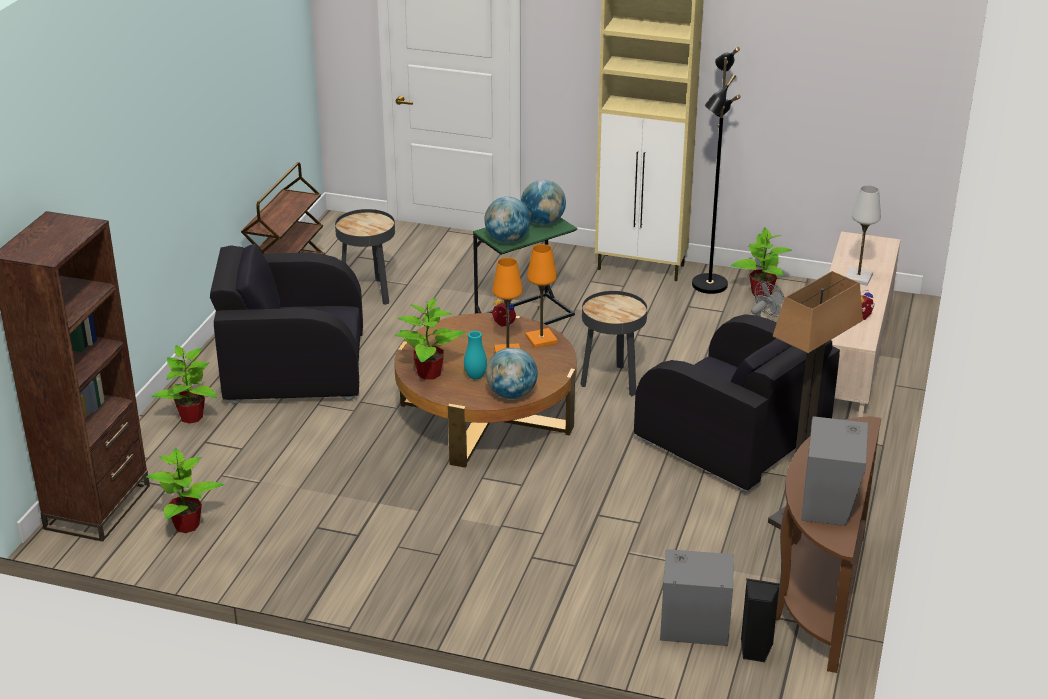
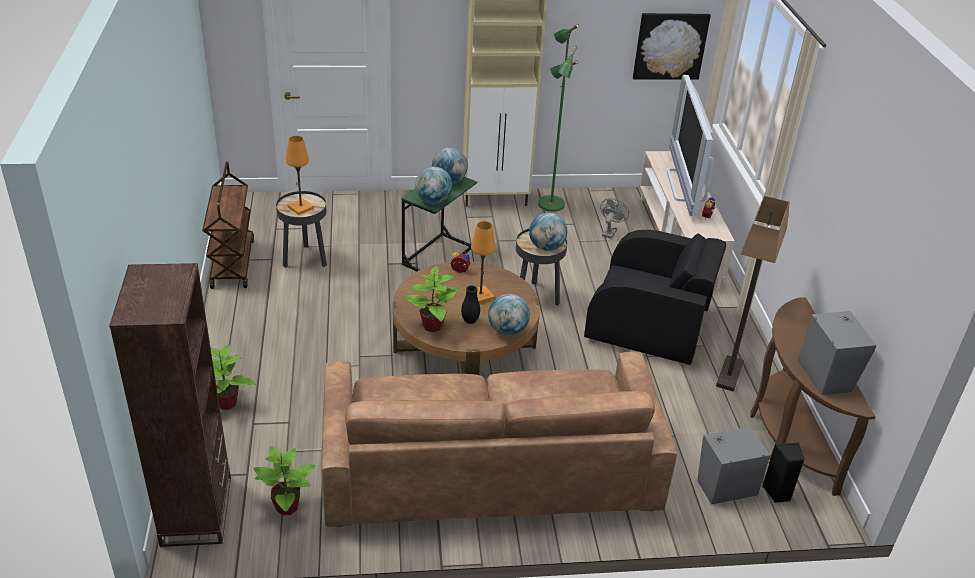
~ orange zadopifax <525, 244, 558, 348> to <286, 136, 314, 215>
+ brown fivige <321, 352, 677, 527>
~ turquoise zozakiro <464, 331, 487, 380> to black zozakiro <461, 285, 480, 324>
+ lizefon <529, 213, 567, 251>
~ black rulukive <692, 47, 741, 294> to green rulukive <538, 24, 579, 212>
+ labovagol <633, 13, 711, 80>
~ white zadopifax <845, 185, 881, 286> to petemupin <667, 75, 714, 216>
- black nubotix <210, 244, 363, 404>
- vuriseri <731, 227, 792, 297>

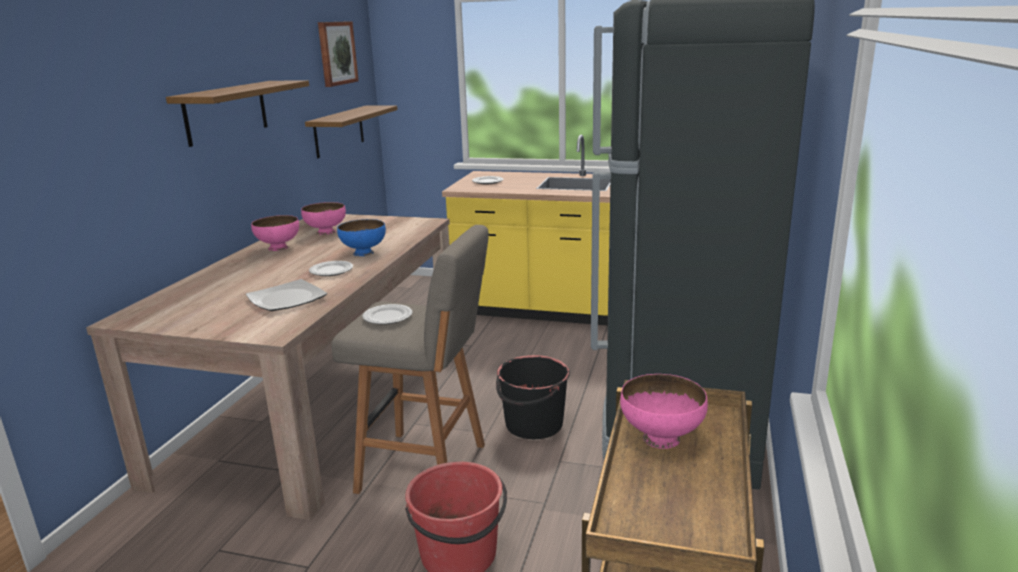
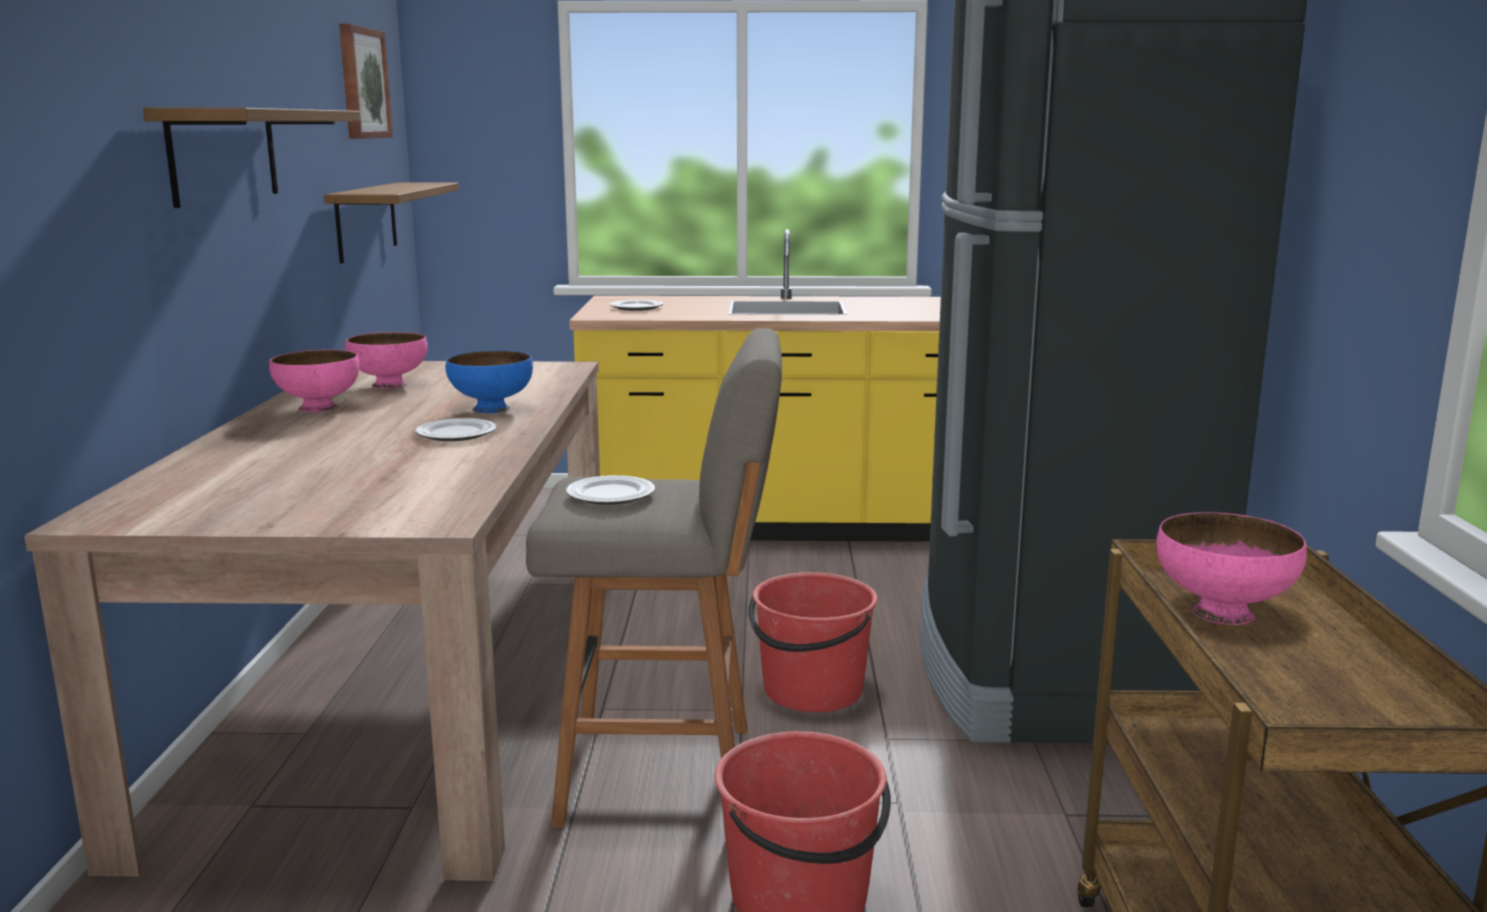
~ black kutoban <496, 355, 570, 439> to red kutoban <748, 572, 878, 712>
- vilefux <246, 279, 327, 311>

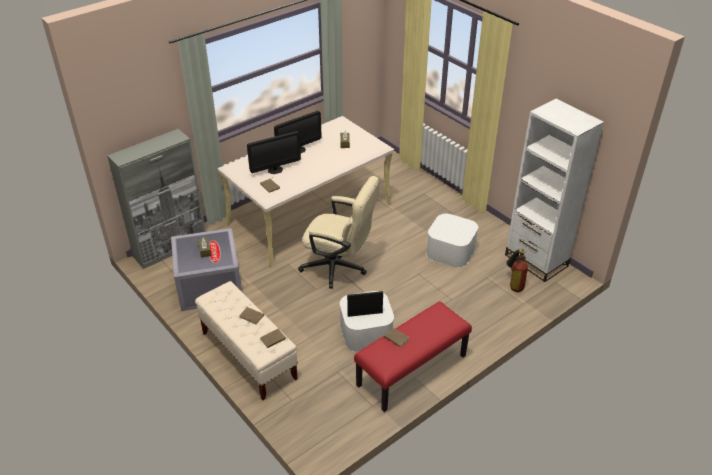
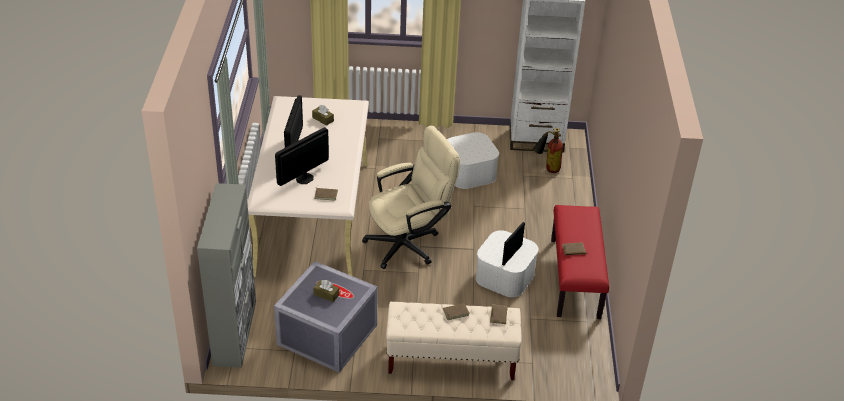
~ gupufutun <247, 131, 301, 174> = <275, 127, 329, 186> 150 degrees counterclockwise

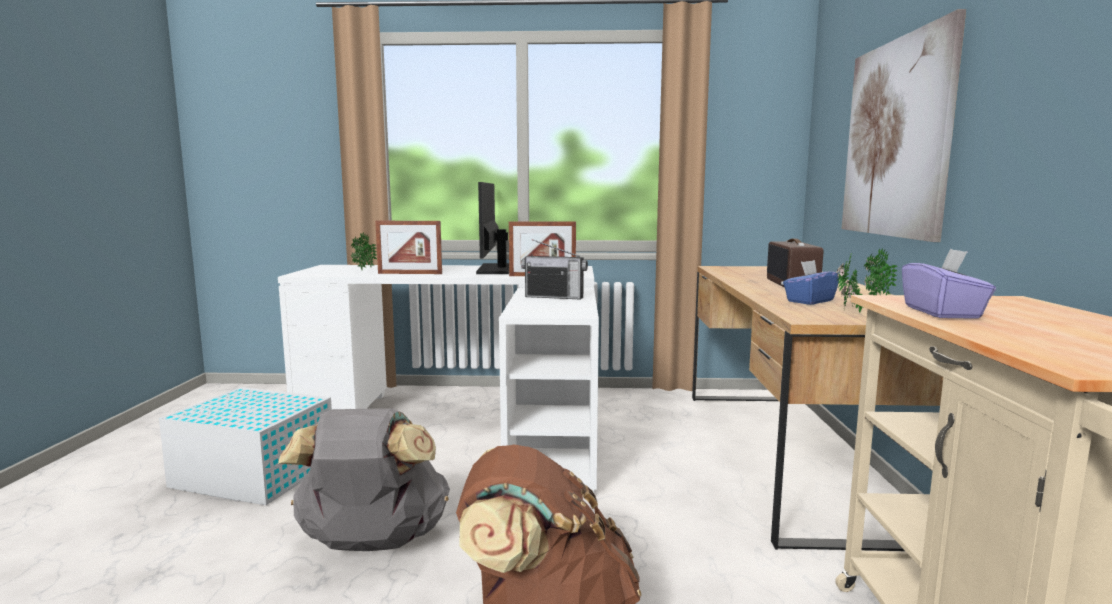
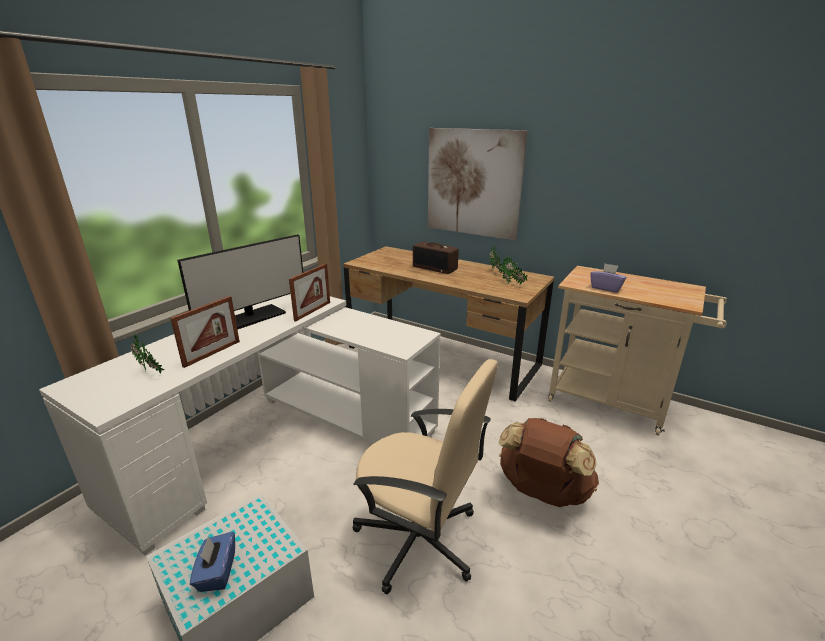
~ gupufutun <476, 182, 509, 274> = <177, 234, 303, 330> 75 degrees counterclockwise
~ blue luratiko <783, 260, 840, 305> to <190, 531, 235, 592>
~ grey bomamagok <278, 408, 450, 551> to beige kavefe <352, 359, 498, 594>
- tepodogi <521, 239, 588, 299>

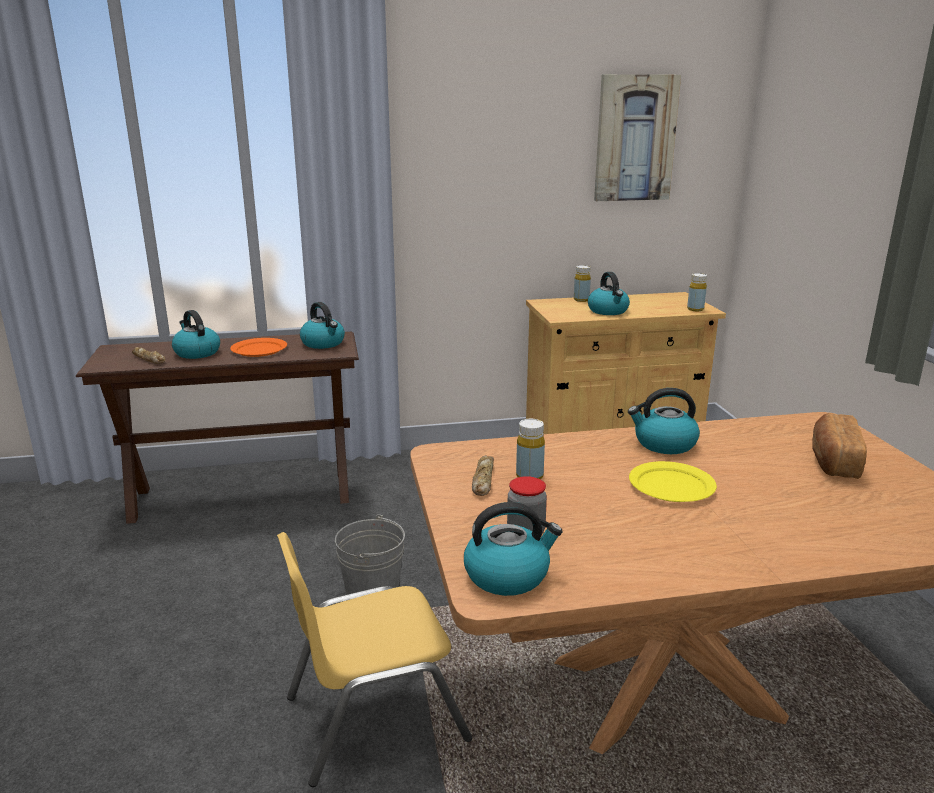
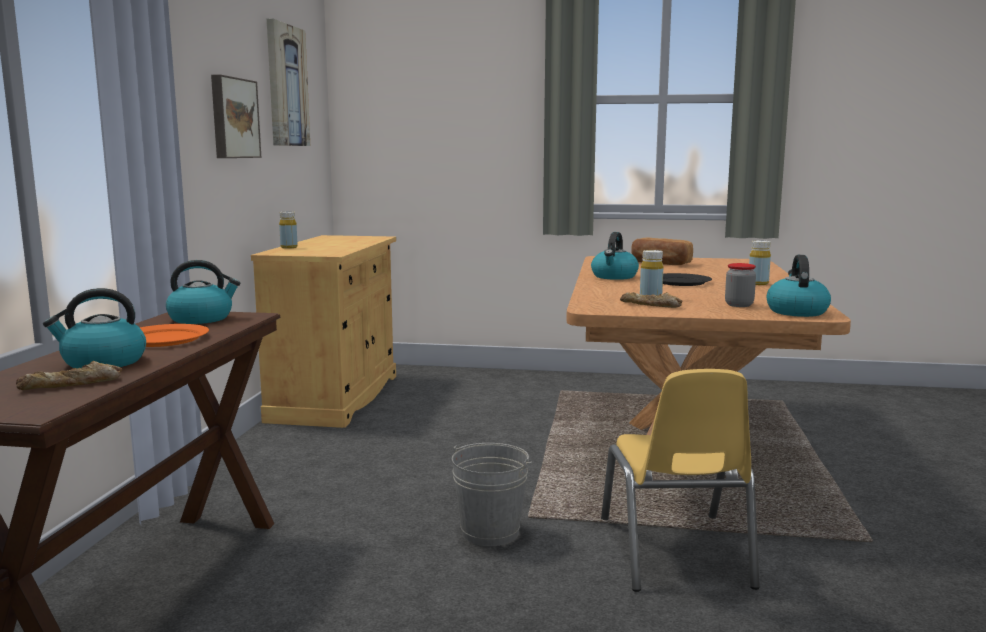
+ labovagol <211, 75, 261, 158>
~ yellow vilefux <629, 461, 717, 502> to black vilefux <663, 273, 712, 286>
~ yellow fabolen <687, 273, 707, 311> to <749, 240, 771, 285>
- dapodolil <588, 272, 630, 315>

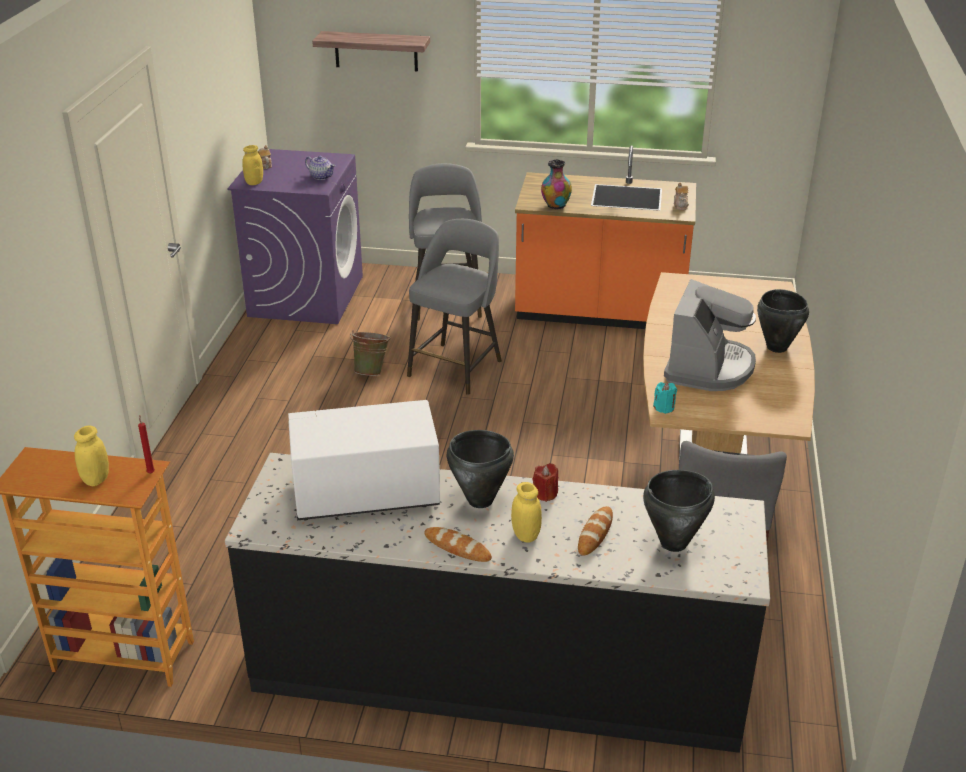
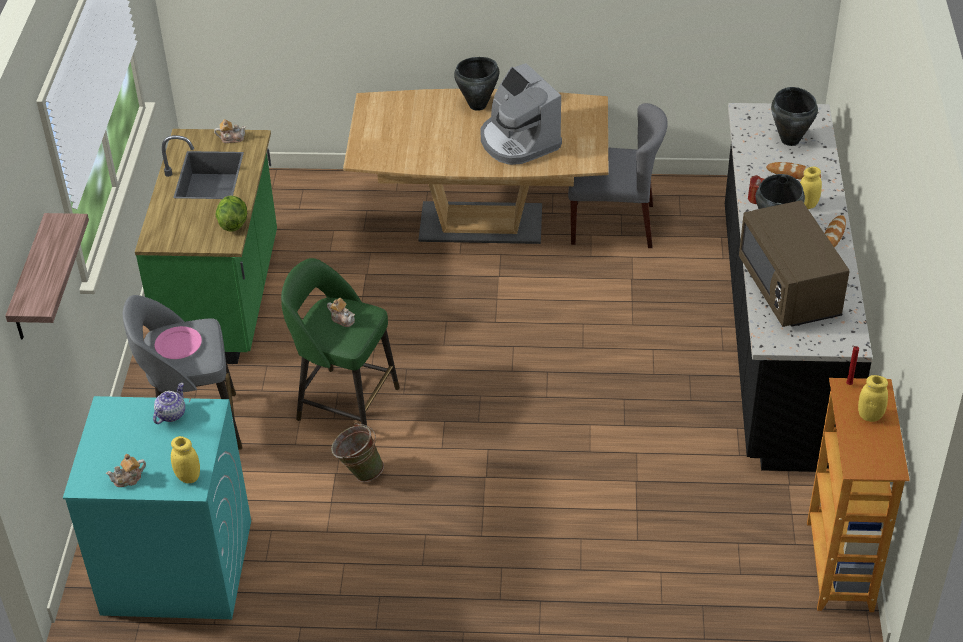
~ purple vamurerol <227, 149, 363, 324> to turquoise vamurerol <63, 396, 251, 619>
~ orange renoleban <515, 145, 696, 329> to green renoleban <135, 129, 277, 364>
+ pink vilefux <155, 326, 202, 359>
~ zozakiro <541, 160, 572, 209> to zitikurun <216, 196, 247, 232>
~ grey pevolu <407, 219, 502, 395> to green pevolu <281, 258, 400, 427>
+ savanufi <327, 298, 355, 327>
~ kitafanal <664, 279, 756, 391> = <480, 63, 562, 165> 135 degrees counterclockwise
~ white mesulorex <288, 400, 440, 521> to brown mesulorex <739, 200, 850, 327>
- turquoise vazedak <653, 382, 677, 414>

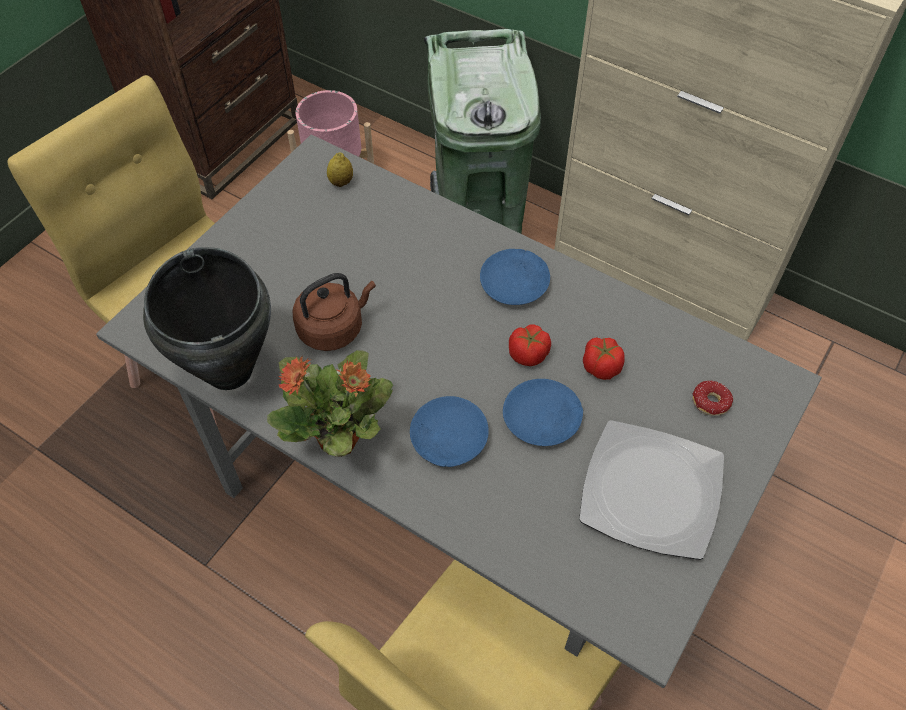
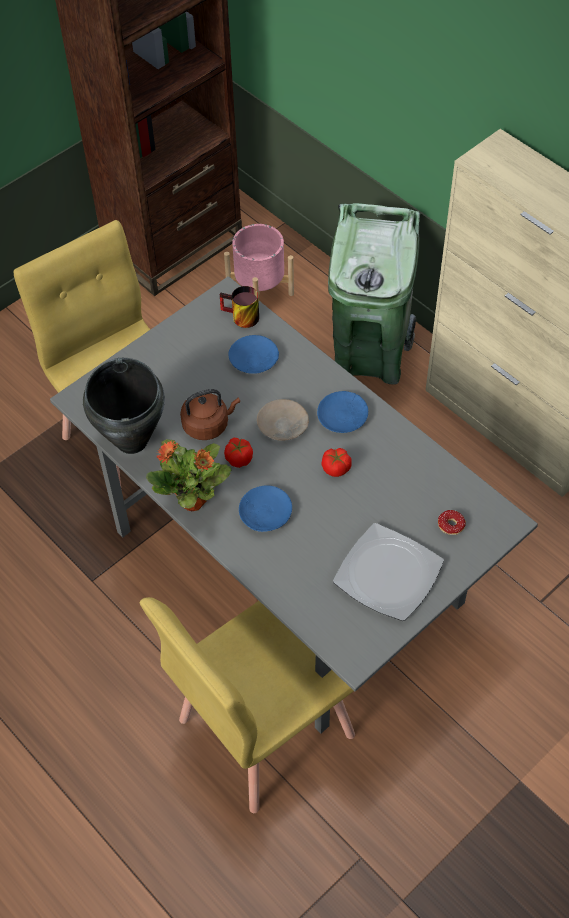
~ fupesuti <327, 152, 353, 187> to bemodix <220, 286, 259, 328>
~ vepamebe <583, 337, 625, 380> to <224, 438, 253, 468>
~ blue vilefux <503, 379, 583, 446> to <228, 335, 279, 374>
+ beige vilefux <257, 399, 309, 441>

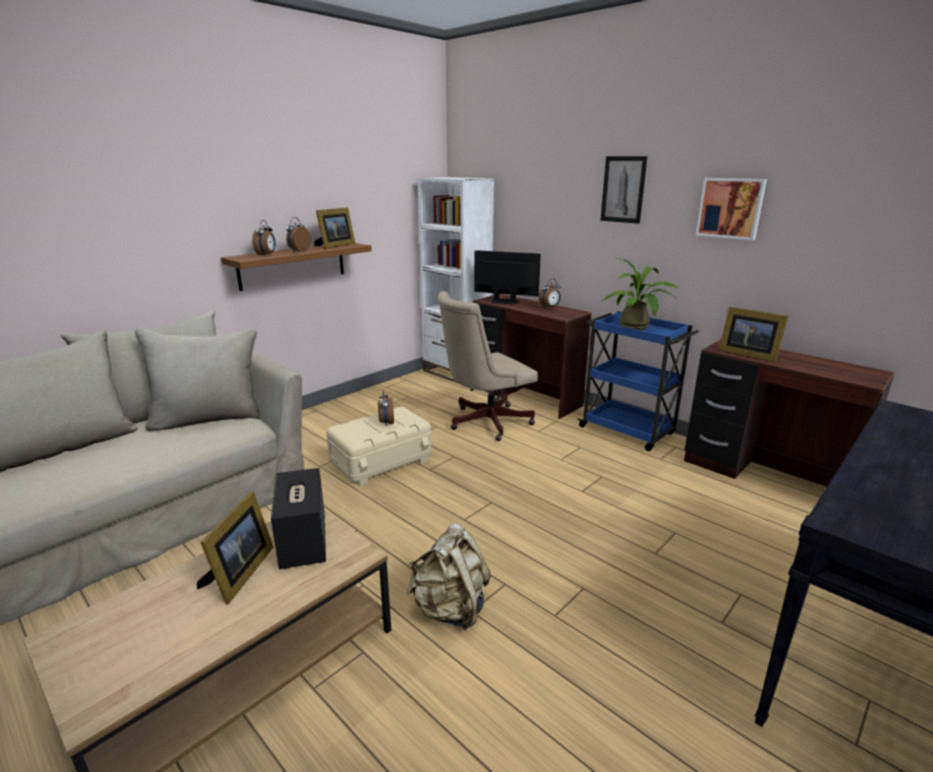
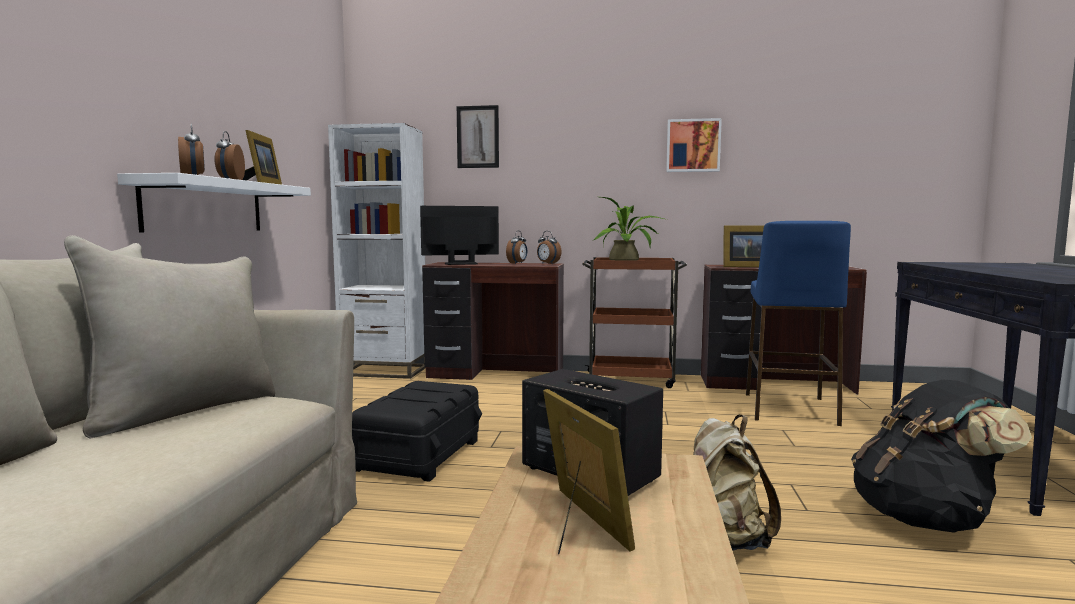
~ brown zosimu <221, 243, 372, 291> to white zosimu <117, 173, 311, 233>
~ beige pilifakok <326, 407, 431, 486> to black pilifakok <352, 381, 482, 482>
~ labovagol <600, 156, 647, 224> to <457, 105, 499, 168>
~ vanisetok <378, 390, 394, 425> to <537, 231, 562, 264>
~ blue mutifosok <577, 311, 699, 451> to brown mutifosok <582, 257, 687, 388>
+ blue pevolu <746, 221, 851, 426>
+ black bomamagok <851, 380, 1032, 533>
- beige kavefe <437, 291, 538, 441>

